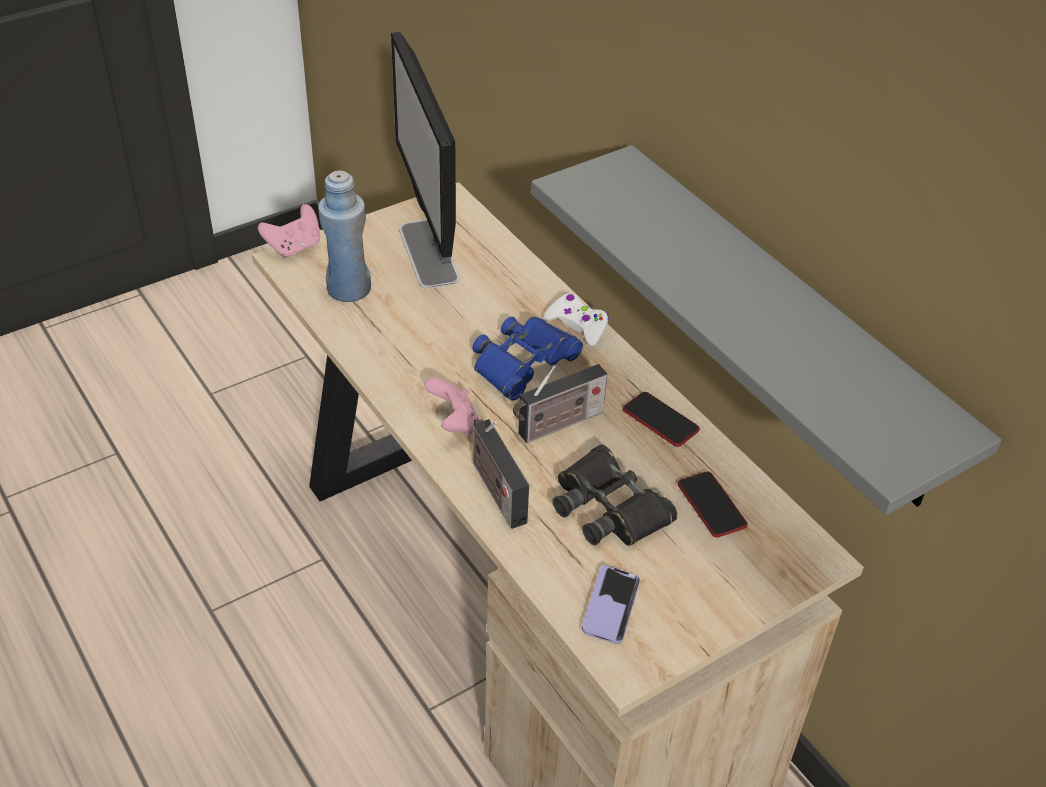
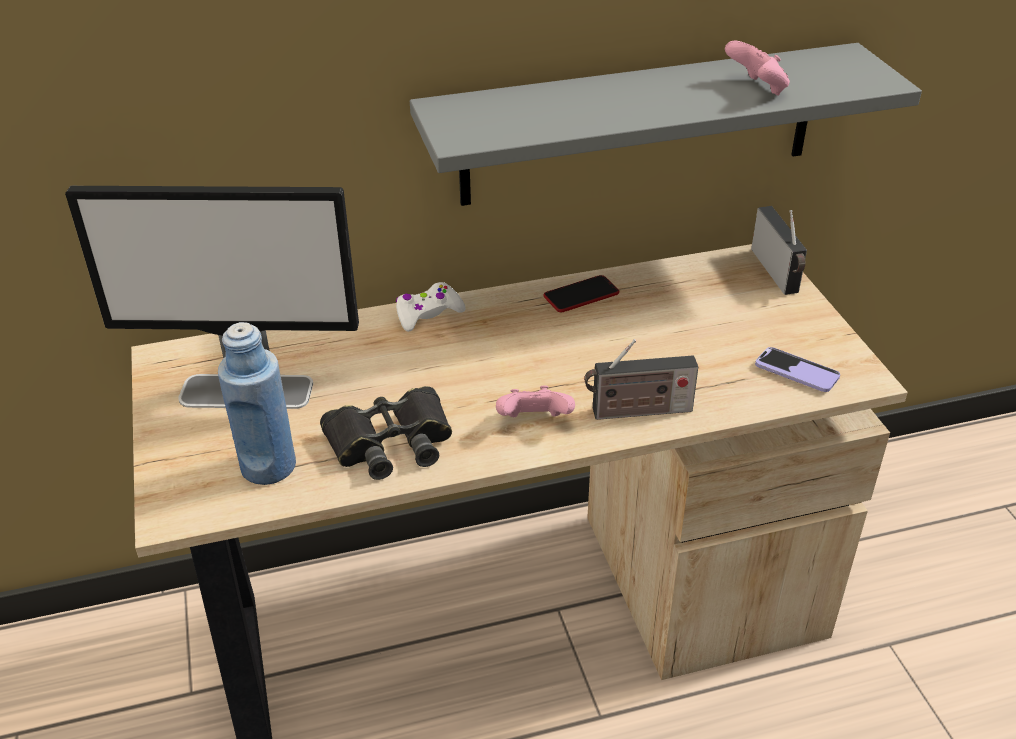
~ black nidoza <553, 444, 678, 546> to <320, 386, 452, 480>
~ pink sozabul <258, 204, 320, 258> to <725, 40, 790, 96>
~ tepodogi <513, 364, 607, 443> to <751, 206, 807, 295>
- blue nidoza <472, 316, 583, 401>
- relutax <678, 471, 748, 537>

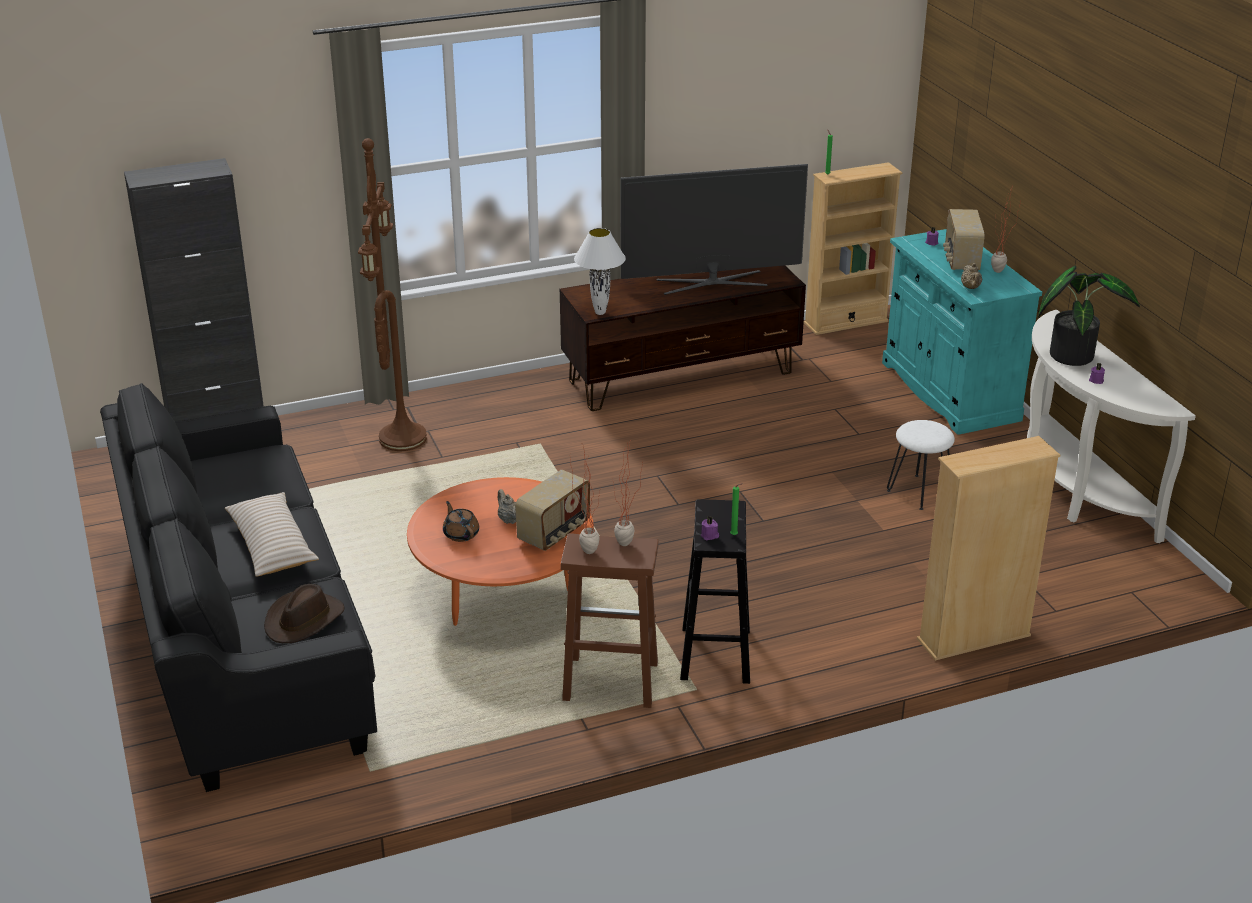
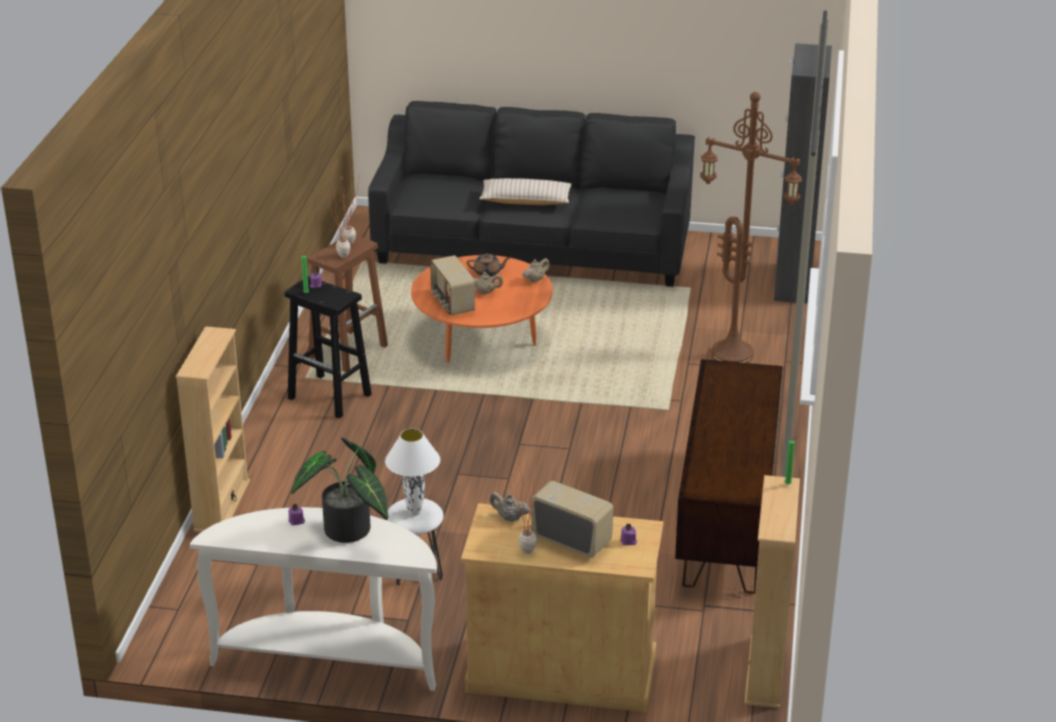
~ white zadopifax <574, 228, 626, 315> to <385, 429, 440, 516>
~ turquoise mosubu <882, 229, 1042, 435> to beige mosubu <461, 503, 663, 712>
+ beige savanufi <522, 258, 550, 283>
- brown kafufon <264, 584, 345, 643>
- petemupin <620, 164, 808, 295>

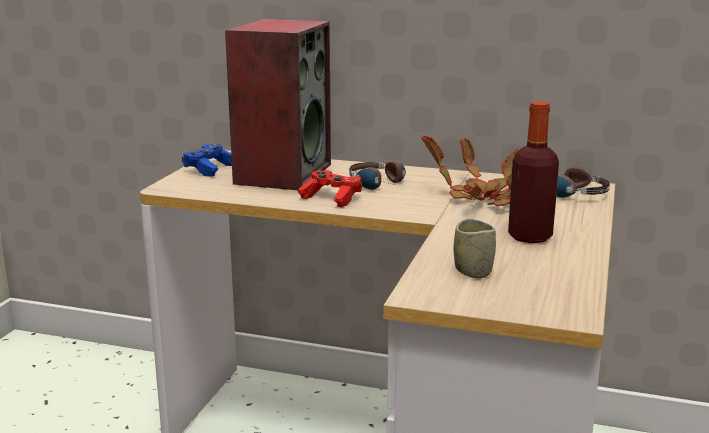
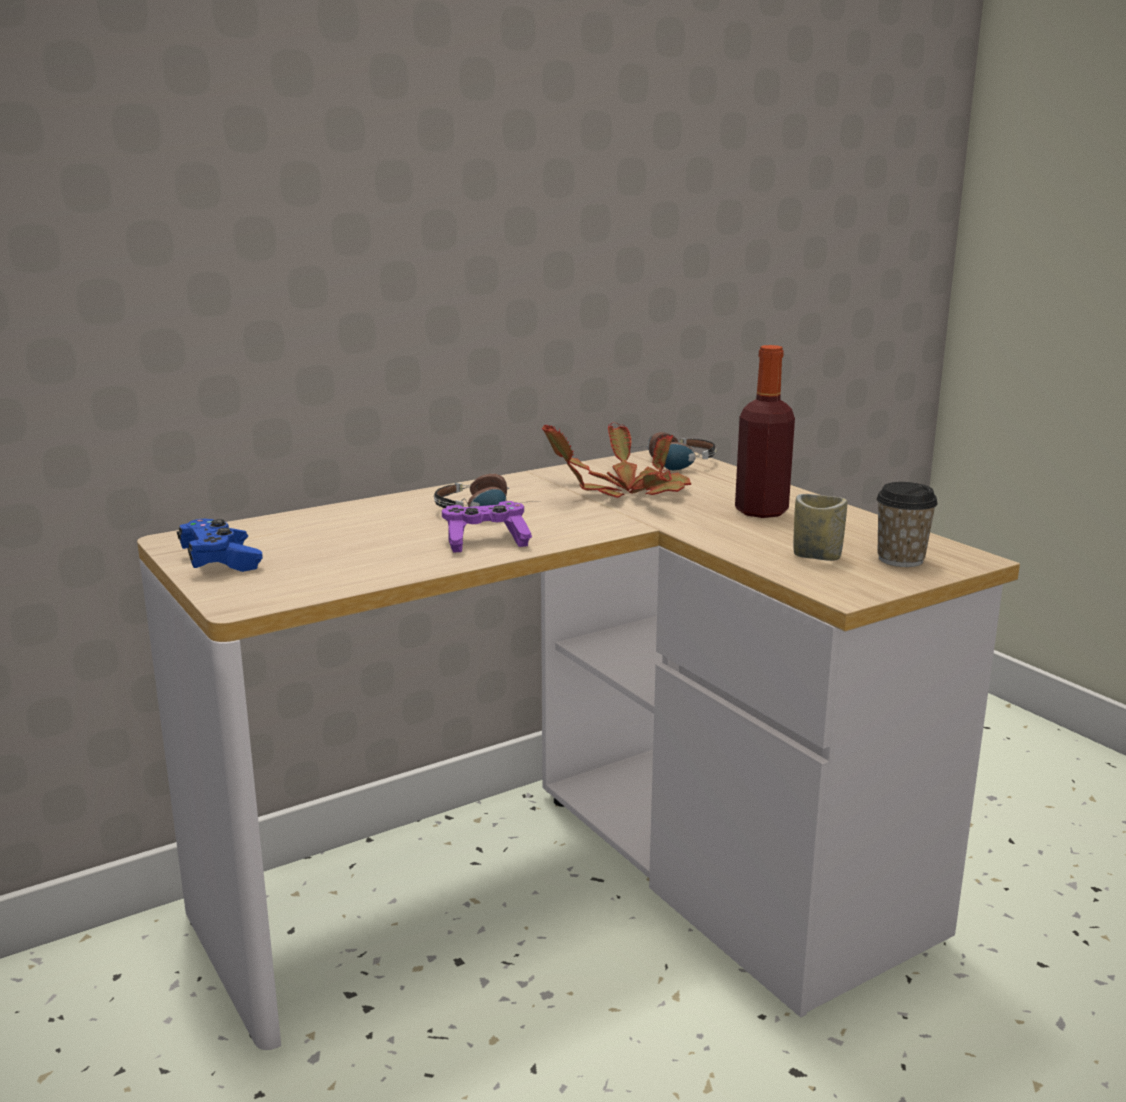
~ red sozabul <298, 170, 362, 207> to purple sozabul <442, 501, 532, 553>
+ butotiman <876, 482, 938, 567>
- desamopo <225, 19, 331, 190>

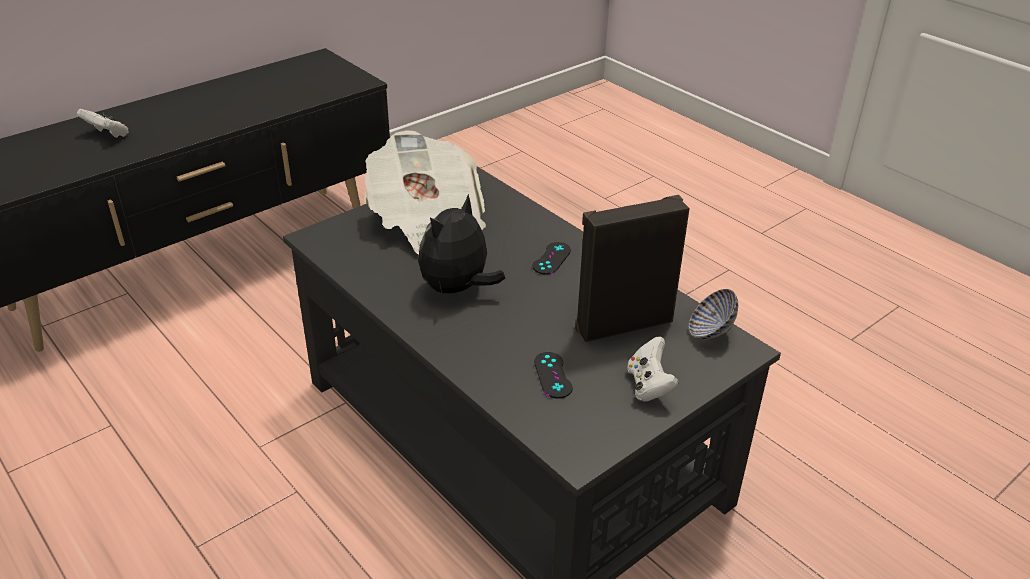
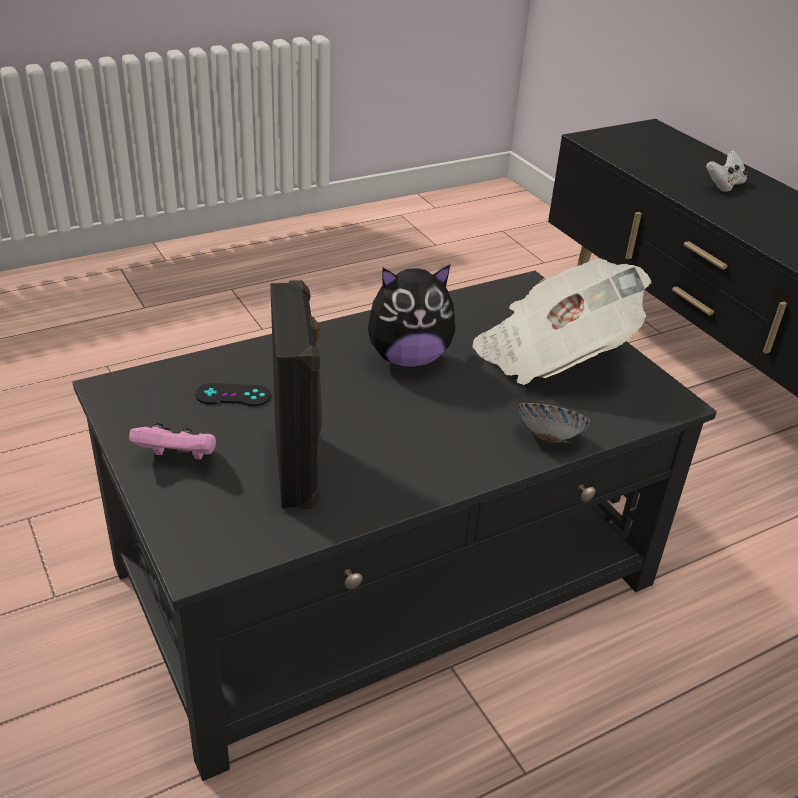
~ white sozabul <628, 337, 679, 402> to pink sozabul <129, 423, 216, 460>
~ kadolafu <418, 194, 506, 293> = <368, 265, 456, 367> 120 degrees clockwise
~ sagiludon <689, 289, 738, 340> to <518, 403, 591, 443>
- black sozabul <533, 242, 571, 275>

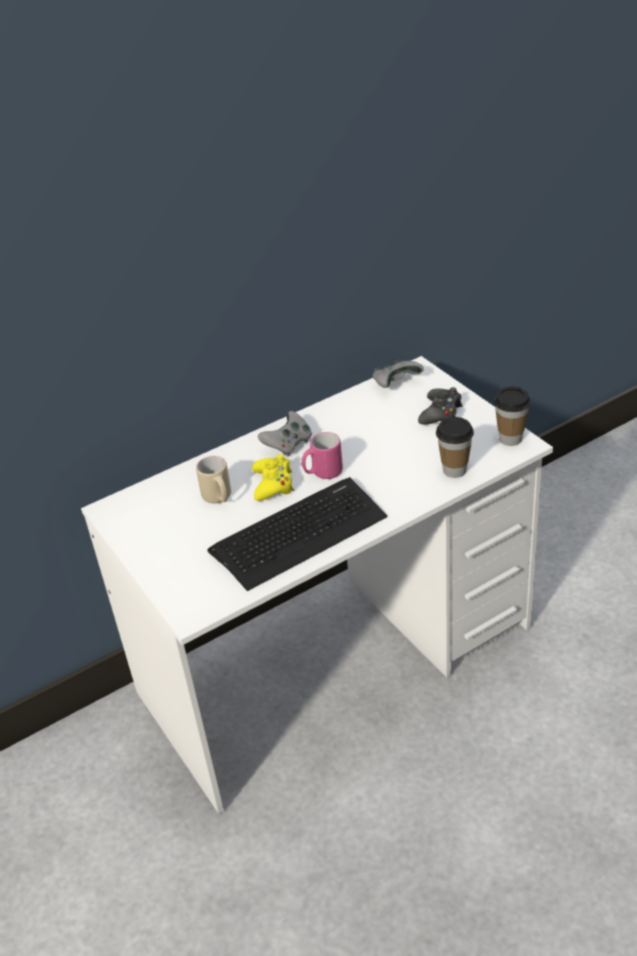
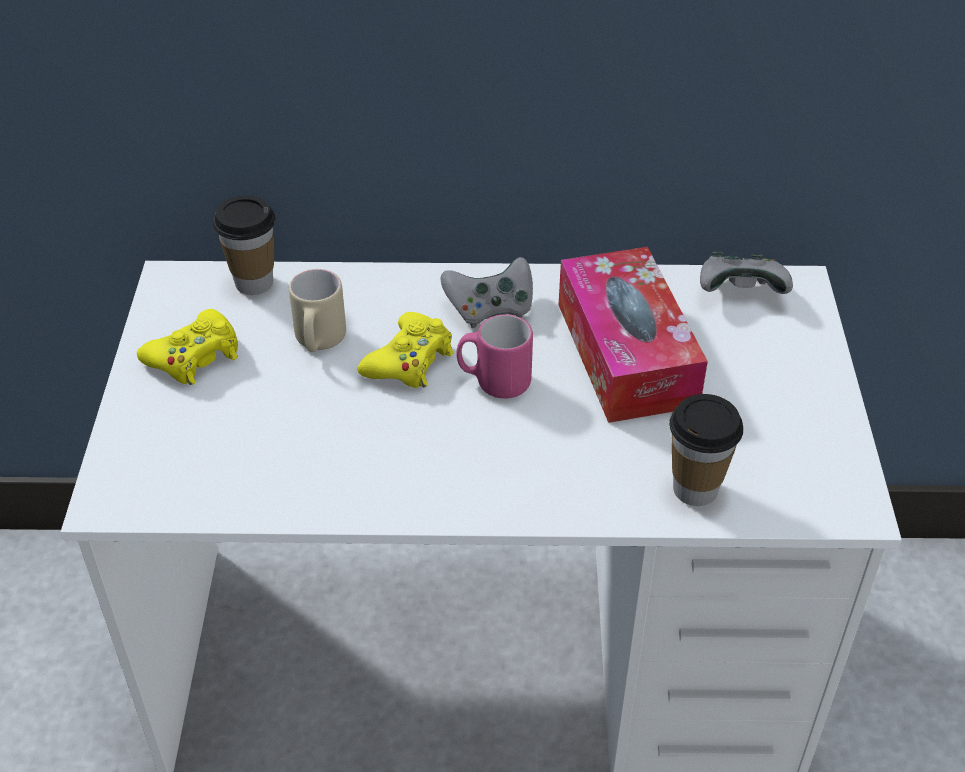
+ yellow sozabul <137, 309, 238, 385>
~ butotiman <494, 387, 531, 446> to <213, 195, 276, 295>
+ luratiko <558, 247, 708, 423>
- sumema <208, 477, 387, 591>
- black sozabul <418, 387, 463, 425>

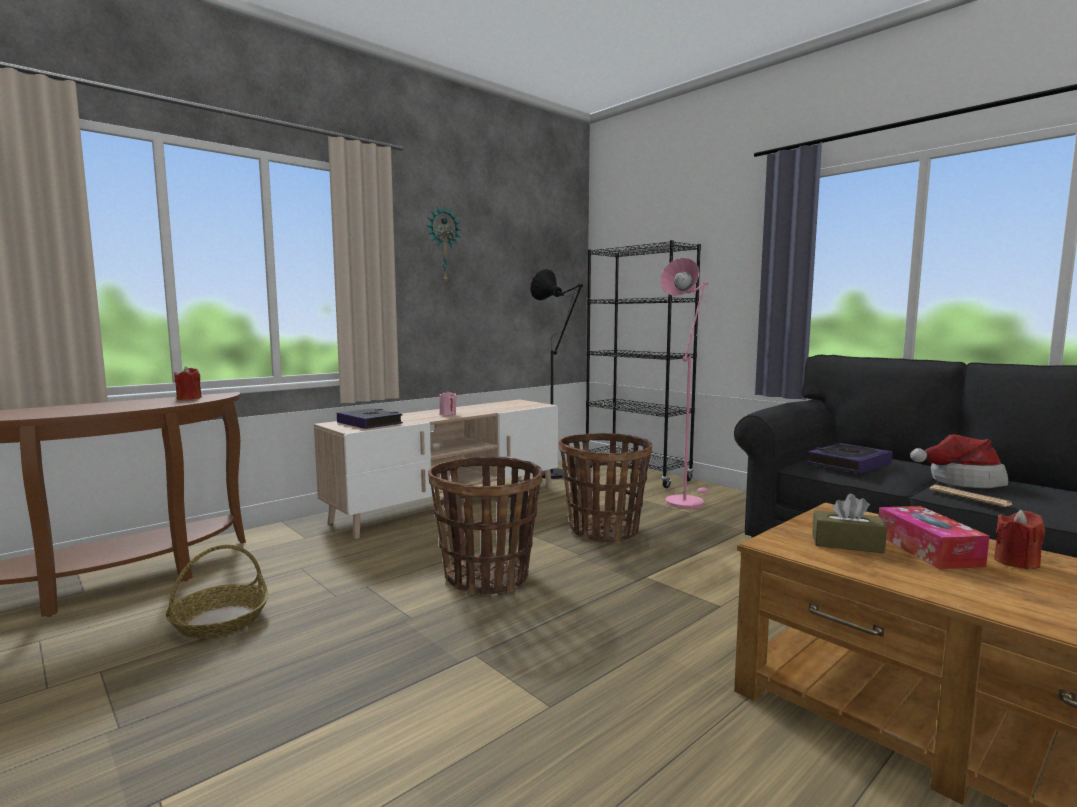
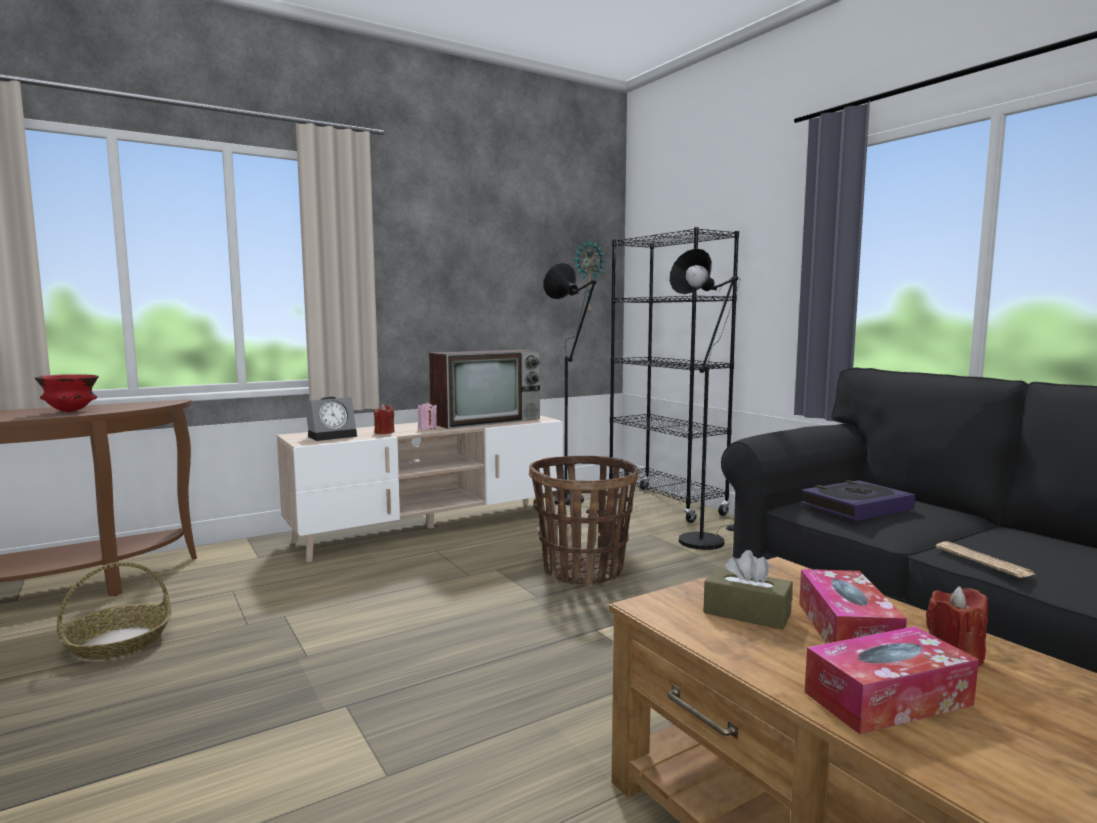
+ red sagiludon <35, 374, 99, 412>
~ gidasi <337, 408, 403, 429> to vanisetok <305, 397, 357, 441>
~ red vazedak <174, 366, 202, 400> to <374, 404, 395, 434>
+ petemupin <429, 350, 540, 429>
~ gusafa <426, 207, 461, 284> to <573, 240, 606, 315>
~ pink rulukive <661, 258, 710, 509> to black rulukive <670, 248, 740, 550>
+ luratiko <805, 627, 979, 734>
- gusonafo <428, 457, 542, 595>
- kafufon <910, 435, 1008, 488>

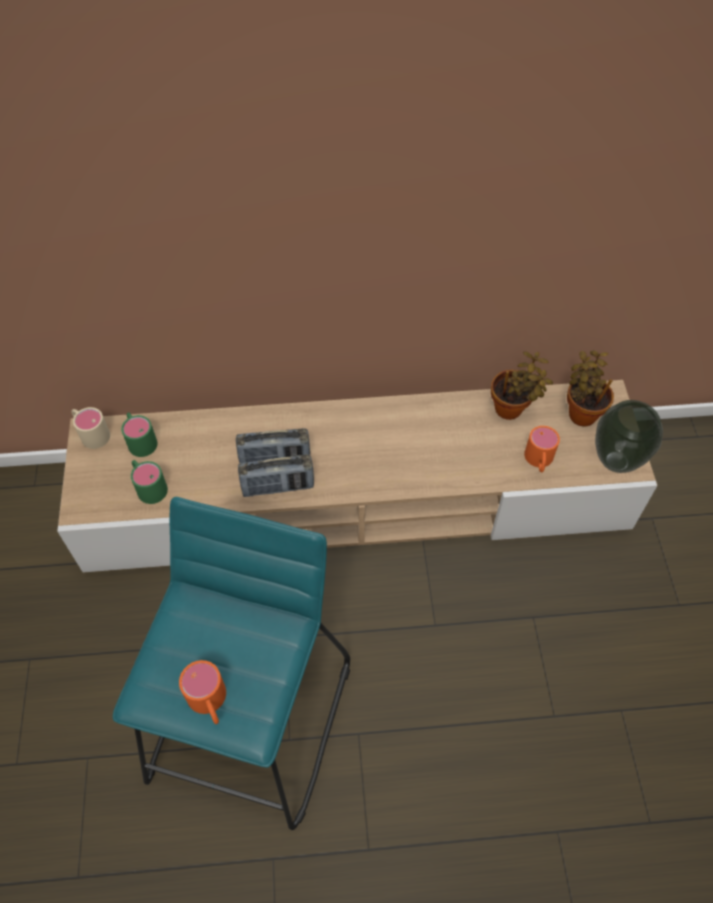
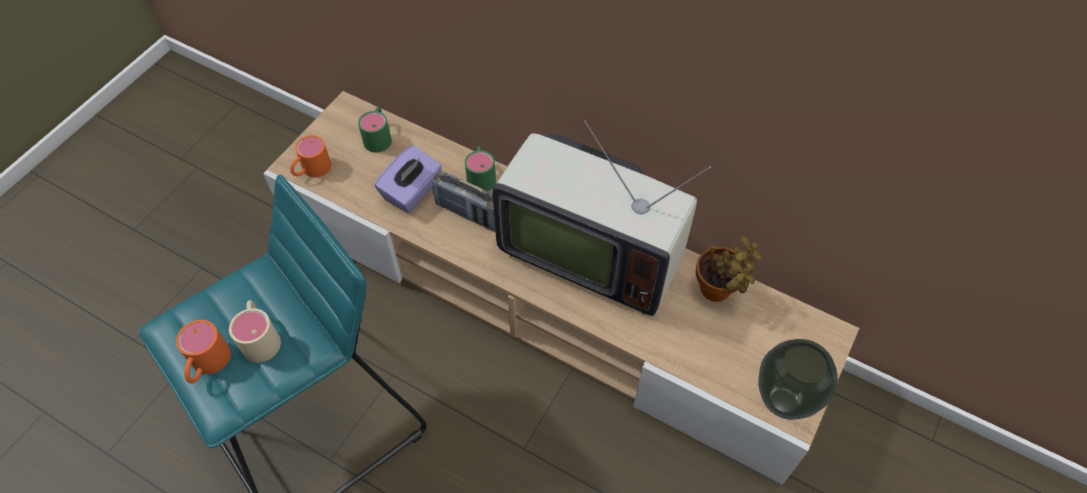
~ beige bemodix <71, 407, 110, 449> to <229, 300, 281, 363>
~ orange bemodix <524, 426, 560, 472> to <290, 135, 331, 178>
+ purple luratiko <375, 145, 442, 213>
~ green bemodix <131, 460, 168, 504> to <465, 146, 496, 191>
+ petemupin <493, 121, 711, 316>
- tepodogi <238, 454, 314, 497>
- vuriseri <567, 350, 614, 426>

